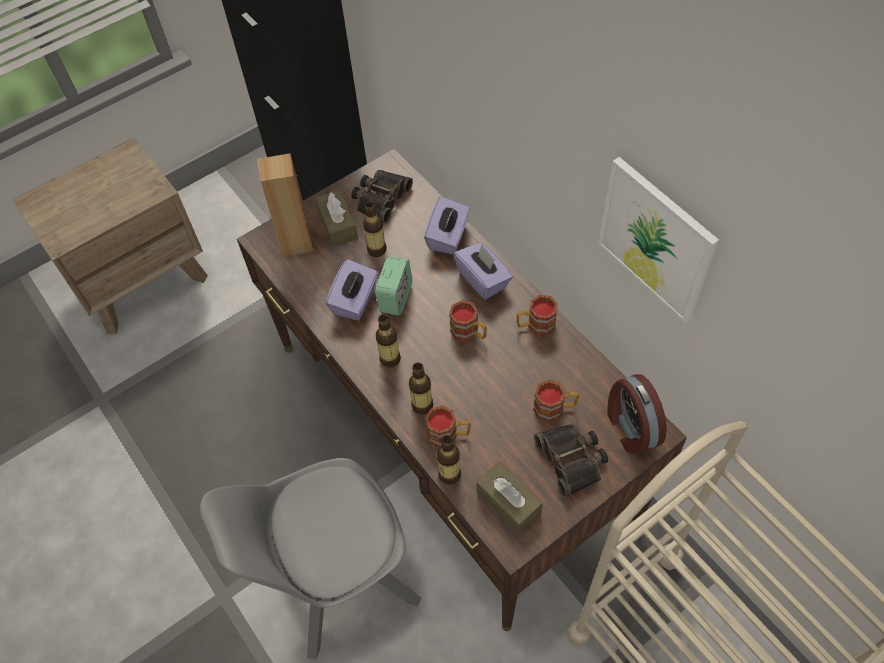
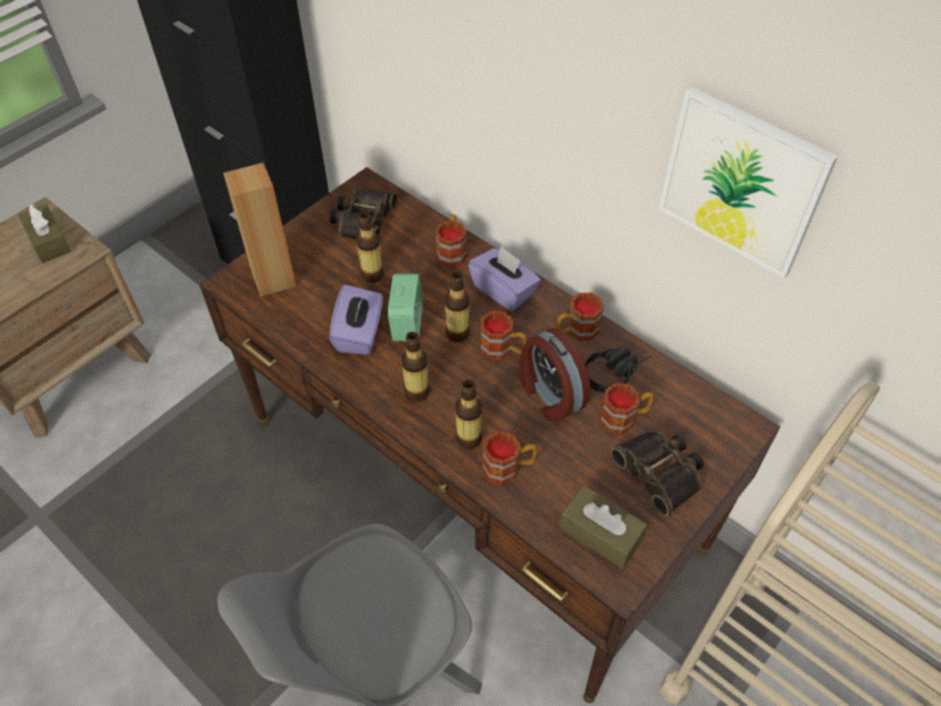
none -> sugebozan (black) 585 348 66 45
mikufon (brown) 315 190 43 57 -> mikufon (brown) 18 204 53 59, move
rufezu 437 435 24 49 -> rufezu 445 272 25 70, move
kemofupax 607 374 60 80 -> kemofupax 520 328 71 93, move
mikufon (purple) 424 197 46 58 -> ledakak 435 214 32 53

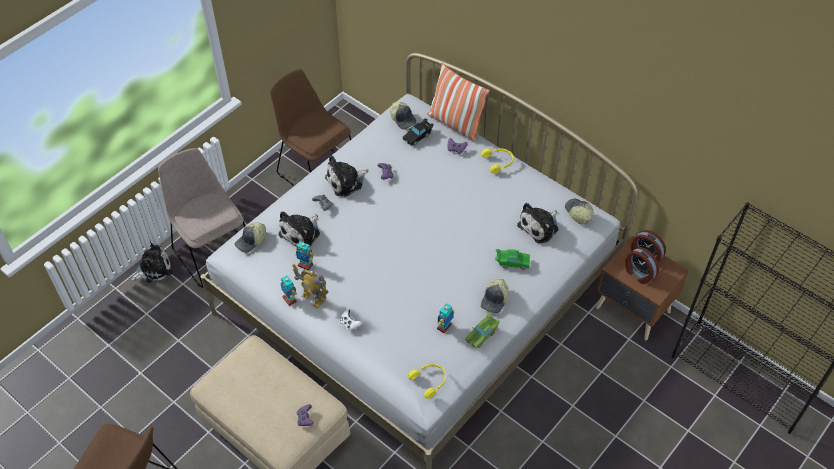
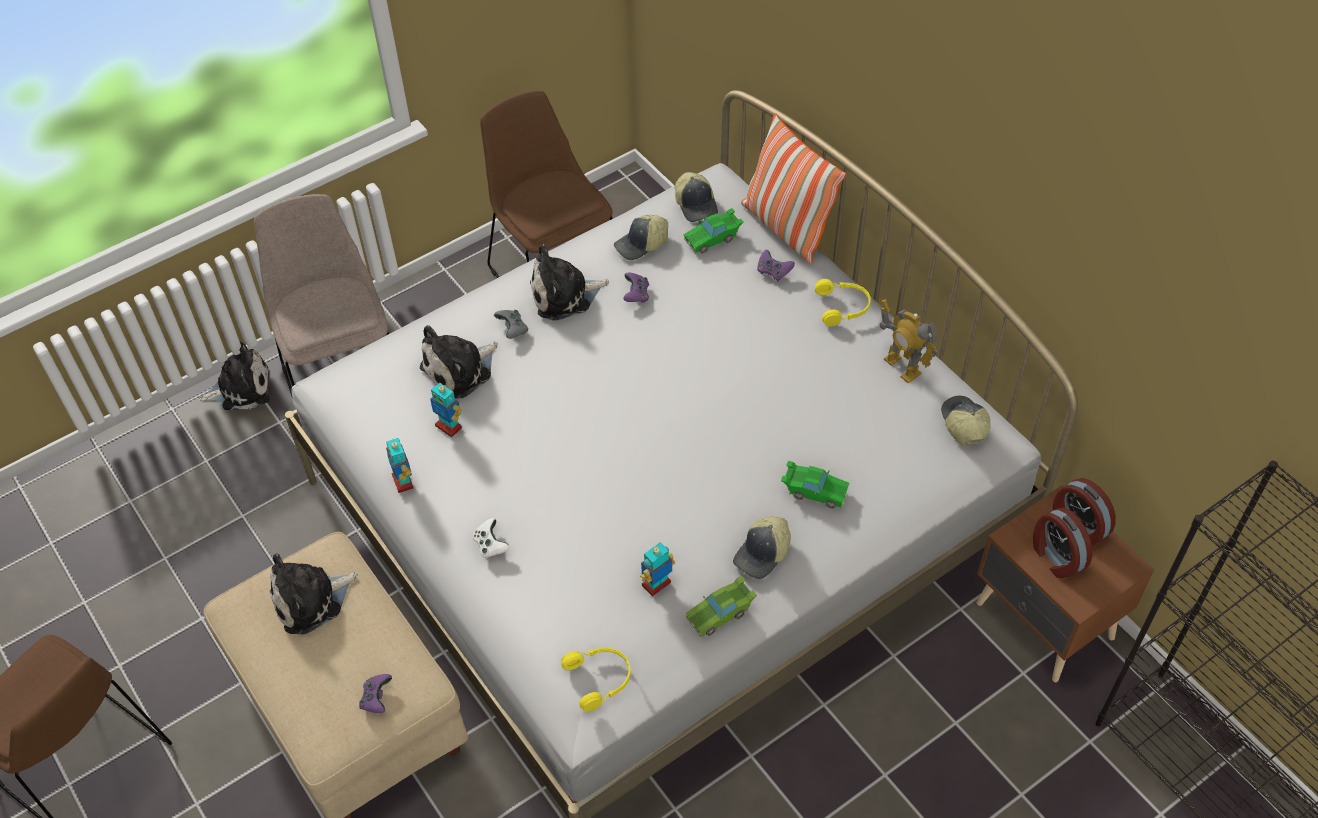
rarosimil 235 223 31 30 -> rarosimil 614 215 54 45, move
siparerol 292 264 37 45 -> siparerol 880 299 58 85, move
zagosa 517 203 41 40 -> zagosa 270 554 87 80, move
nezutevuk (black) 402 118 32 29 -> nezutevuk (green) 683 208 60 46

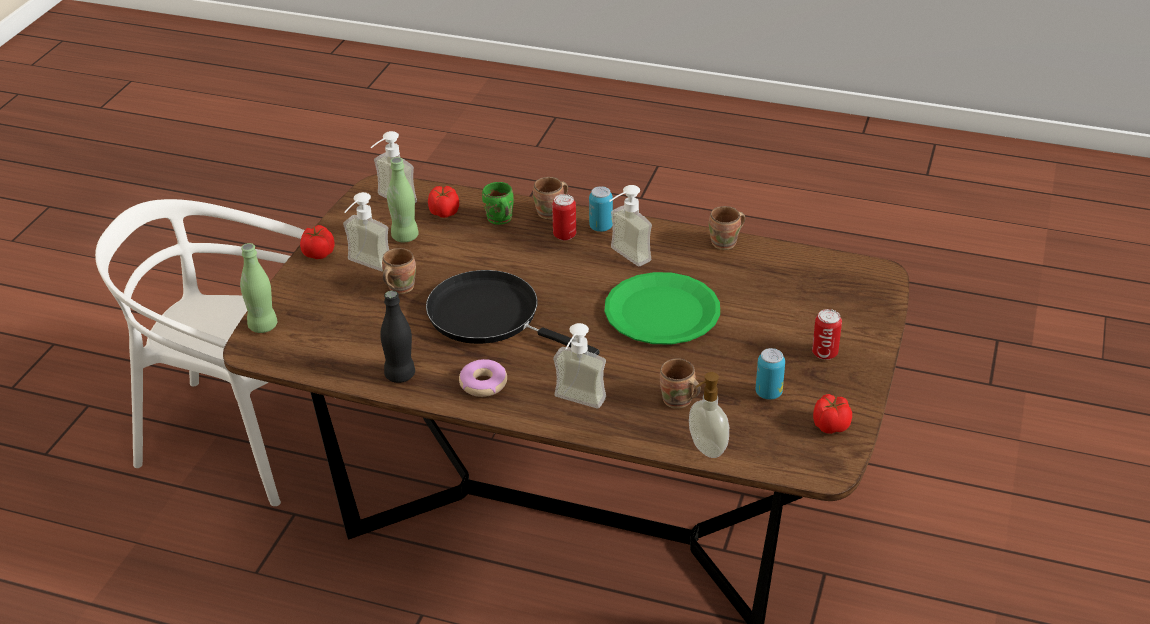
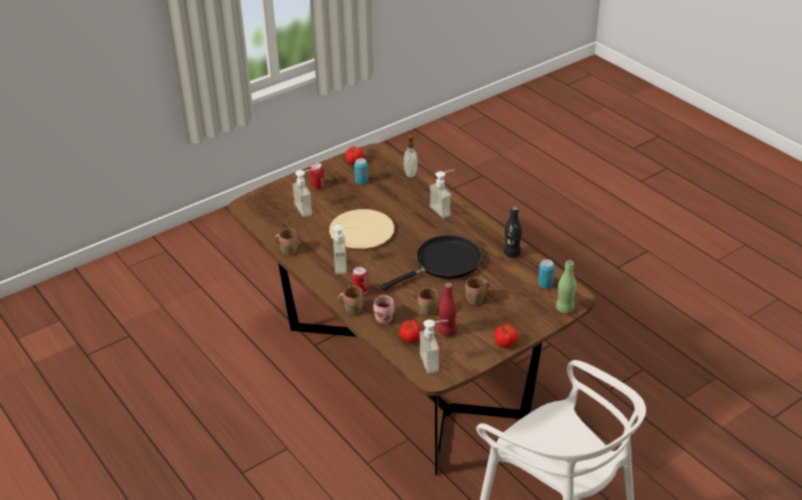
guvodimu 459 359 48 38 -> none
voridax 343 192 46 79 -> voridax 293 169 23 48, move
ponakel 589 186 24 46 -> ponakel 538 259 17 29, move
ledakak (brown) 660 358 41 51 -> ledakak (brown) 418 287 21 29, move
rufezu (green) 387 157 32 85 -> rufezu (red) 438 283 19 53
ledakak (green) 482 182 32 43 -> ledakak (pink) 373 295 21 29
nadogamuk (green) 605 272 115 73 -> nadogamuk (beige) 329 209 65 40
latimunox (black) 426 270 174 85 -> latimunox (black) 381 235 101 55, 105 degrees counterclockwise

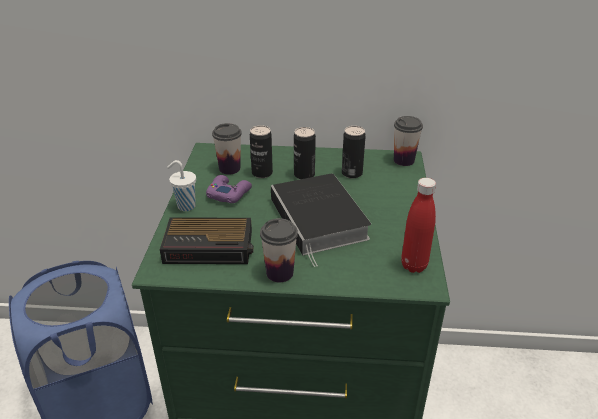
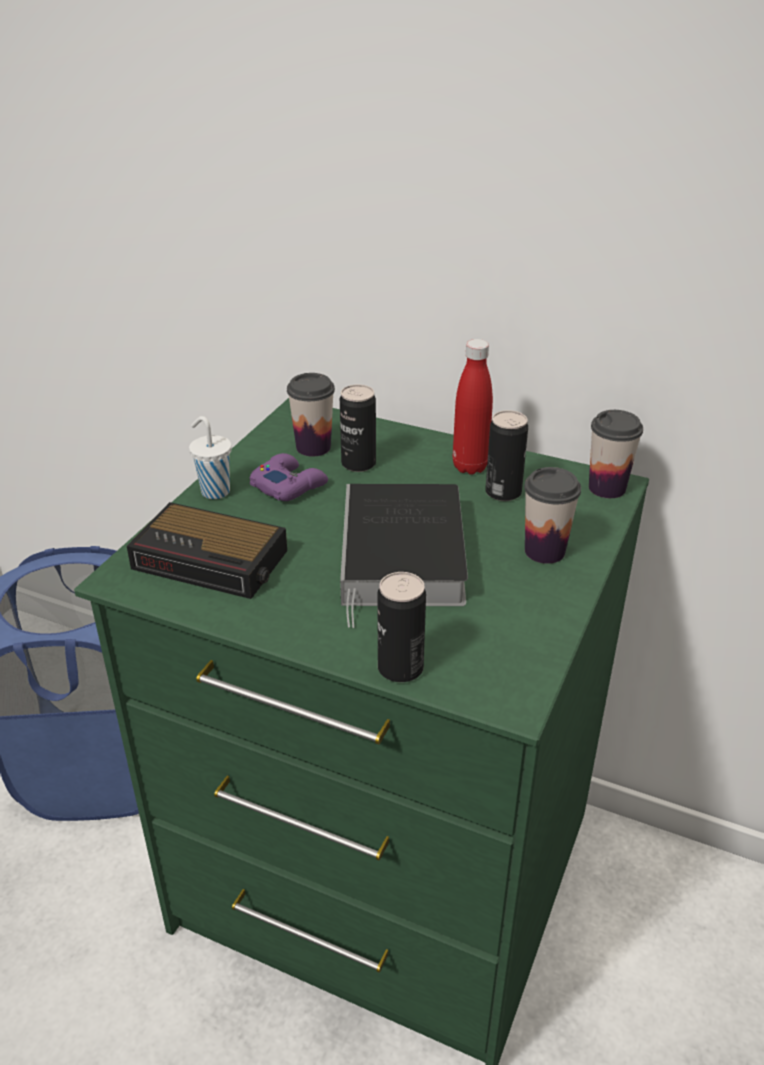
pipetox 260 218 38 64 -> pipetox 524 467 57 97, move
ponakel 294 127 22 52 -> ponakel 377 572 49 110, move
rufezu (red) 401 178 35 95 -> rufezu (red) 453 339 40 136, move

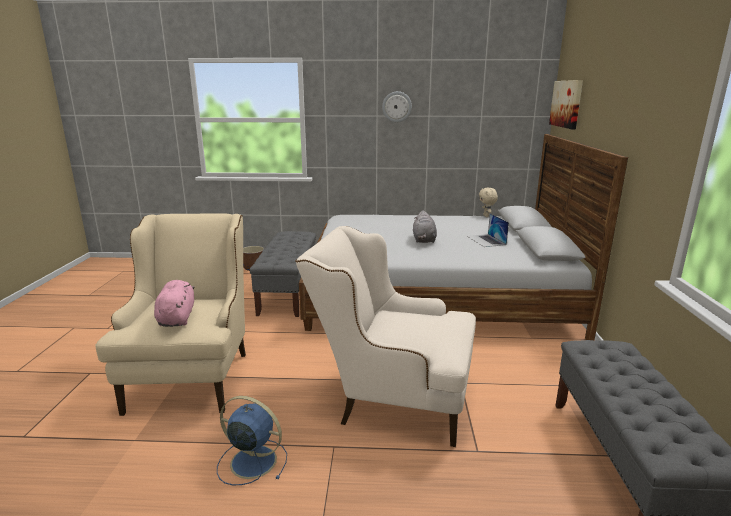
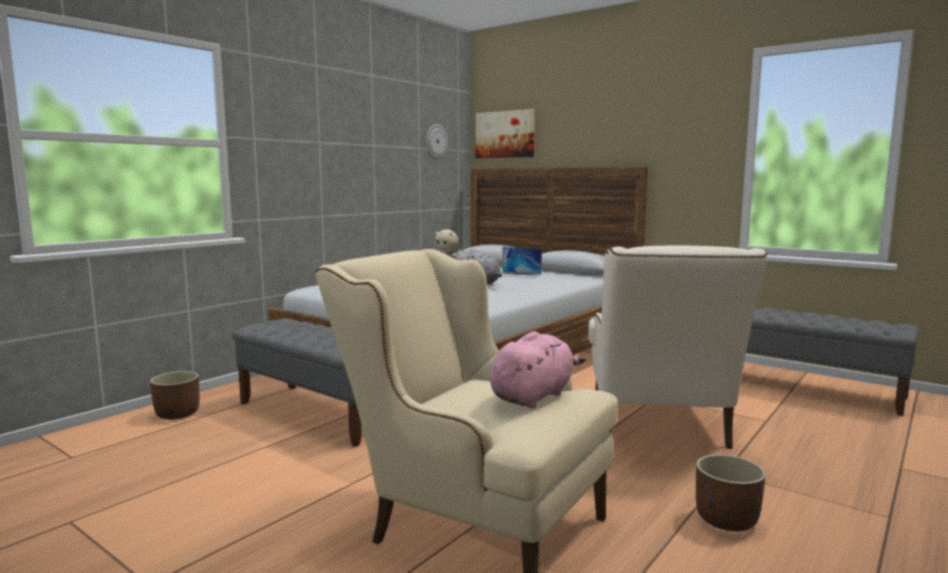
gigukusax 382 91 30 31 -> gigukusax 425 124 23 35, move
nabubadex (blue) 217 396 70 89 -> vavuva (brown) 696 454 70 77
zagosa (pink) 154 280 40 47 -> zagosa (pink) 490 331 96 77, 105 degrees clockwise
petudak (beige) 295 226 181 221 -> petudak (beige) 588 246 179 203, 45 degrees counterclockwise

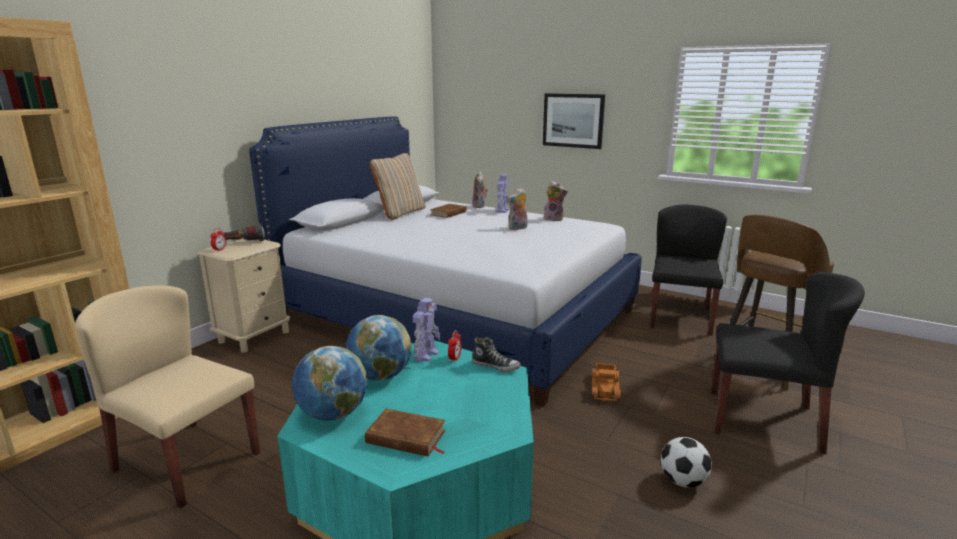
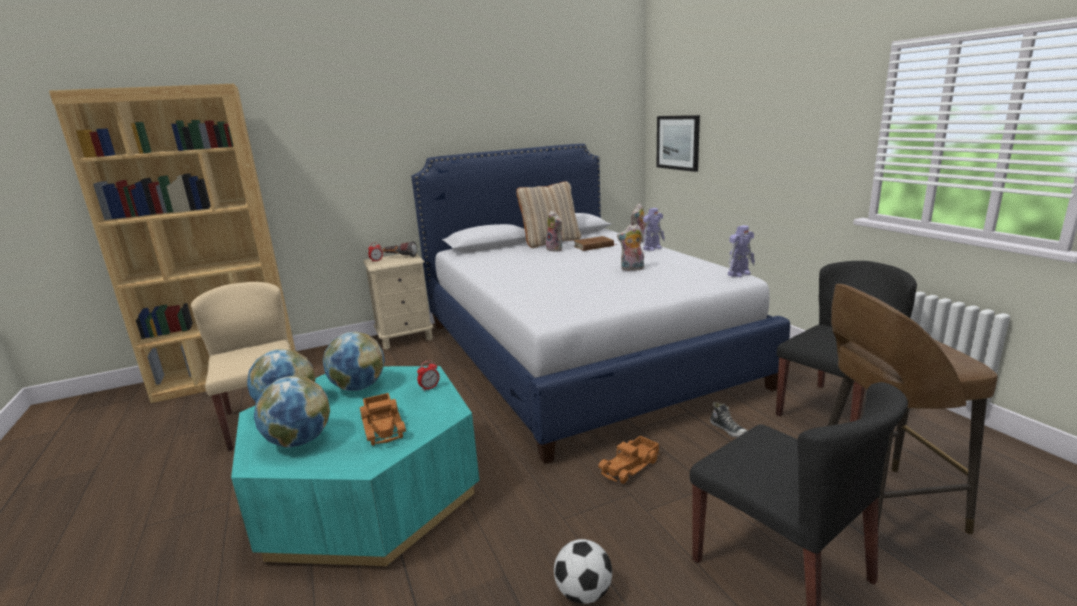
none -> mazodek 360 393 46 53
siparerol 413 298 27 64 -> siparerol 728 225 27 52, move
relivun 472 337 49 35 -> relivun 710 402 37 35, move
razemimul 543 93 62 56 -> razemimul 657 115 43 57, move
zagosa 544 181 24 40 -> zagosa 546 211 16 41, move
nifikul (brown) 365 409 80 48 -> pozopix 254 376 76 71

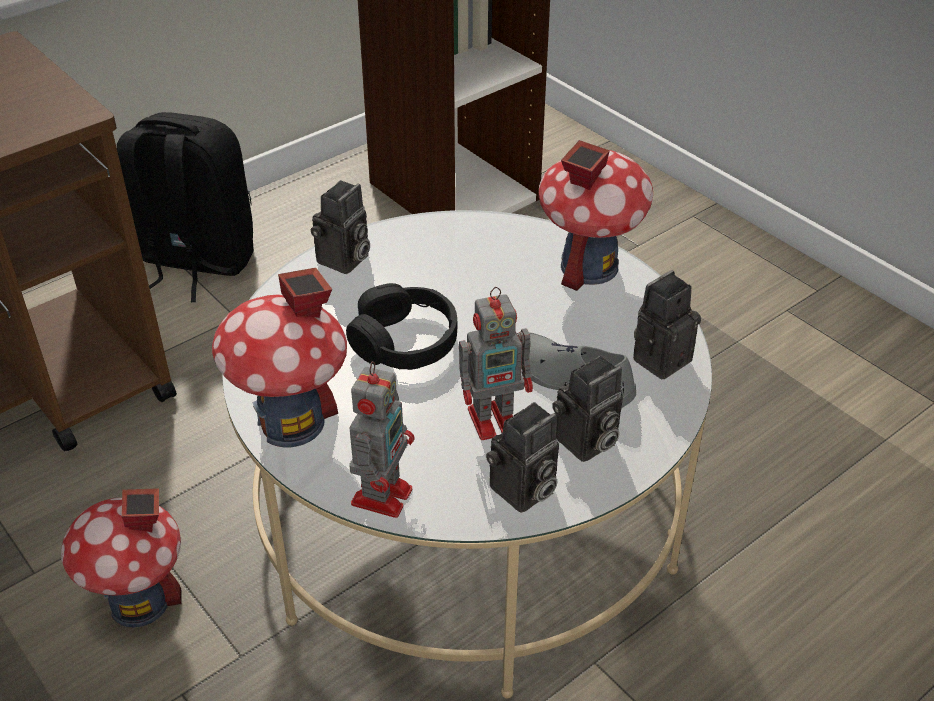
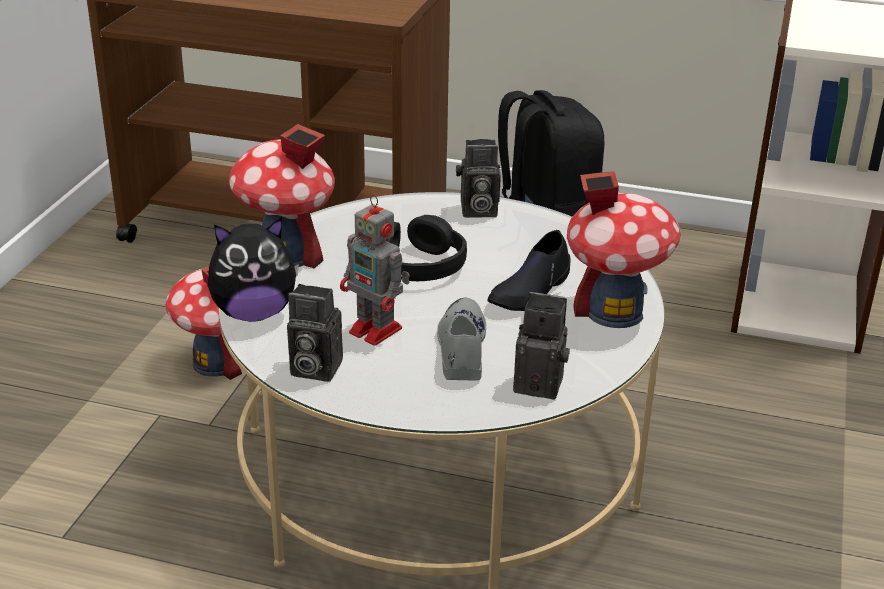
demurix 552 355 71 107 -> none
none -> relivun (black) 487 230 84 81
siparerol 349 361 66 157 -> zagosa 208 217 91 105

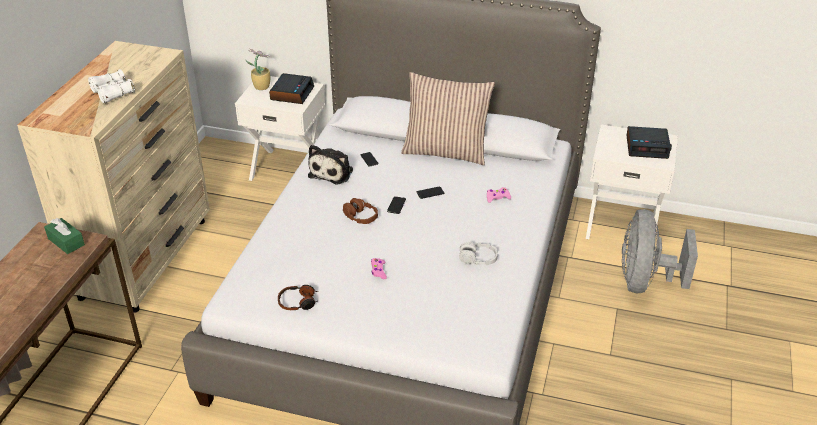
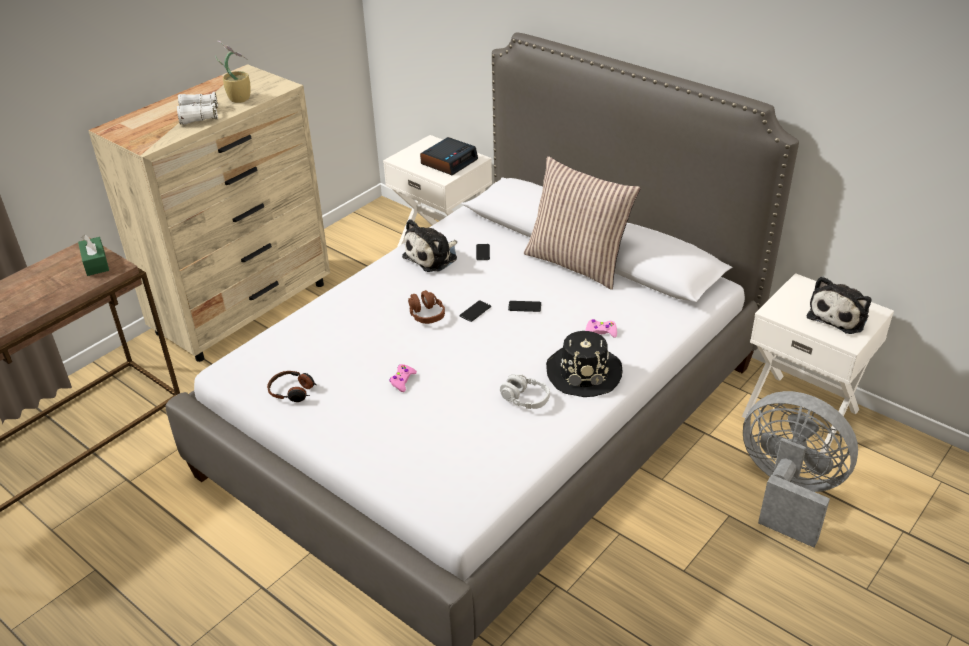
none -> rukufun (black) 546 331 76 66
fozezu 245 48 25 42 -> fozezu 215 41 36 62, move
kemofupax 626 126 46 33 -> zagosa 807 276 64 58
nabubadex (grey) 622 209 76 84 -> nabubadex (grey) 743 391 115 157, 90 degrees clockwise

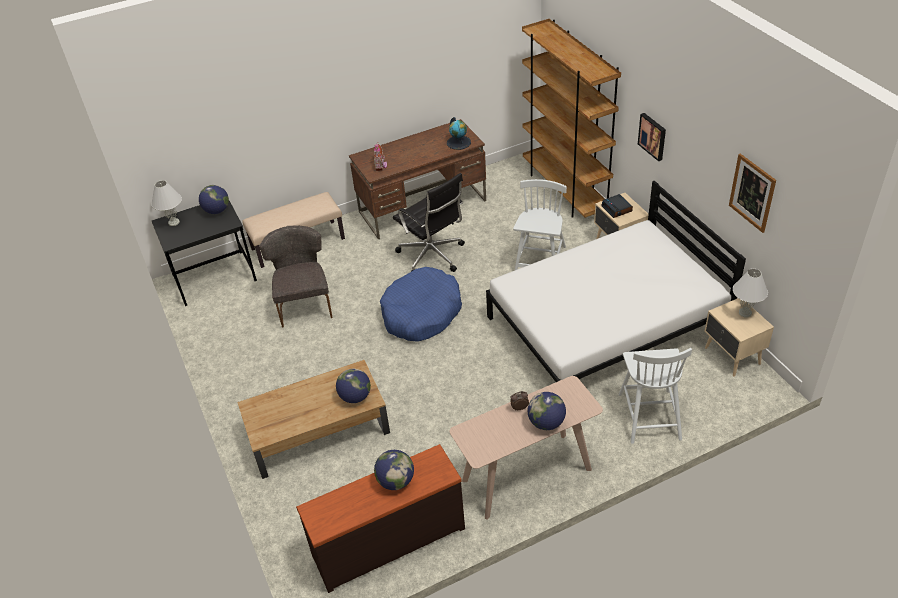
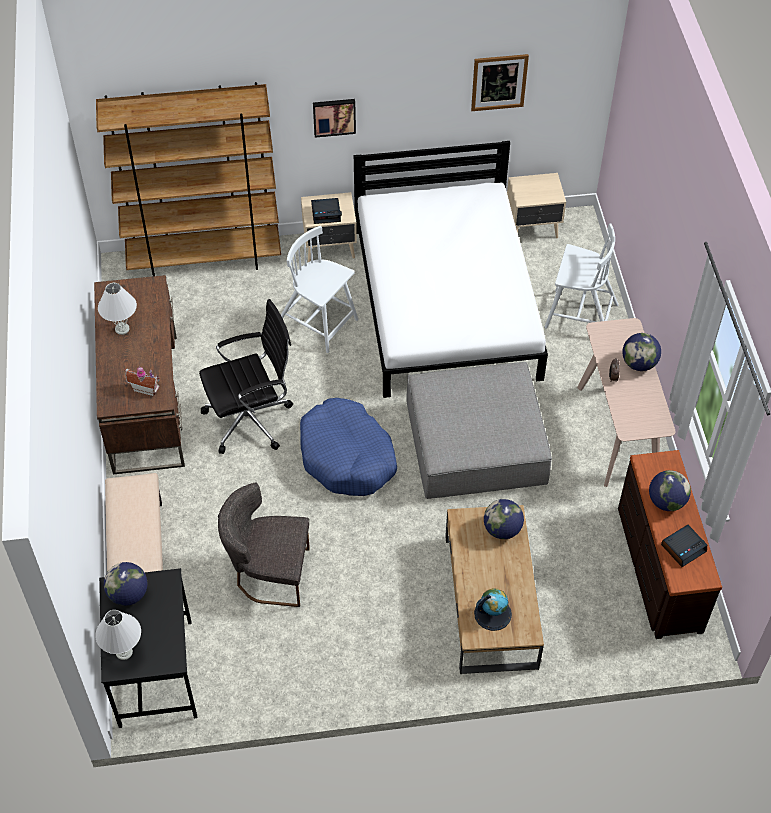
none -> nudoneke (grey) 406 362 146 137
none -> kemofupax 661 525 46 42
pozopix 447 117 24 33 -> pozopix 474 588 38 43, move
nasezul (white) 733 268 35 50 -> nasezul (white) 98 283 39 52, move

